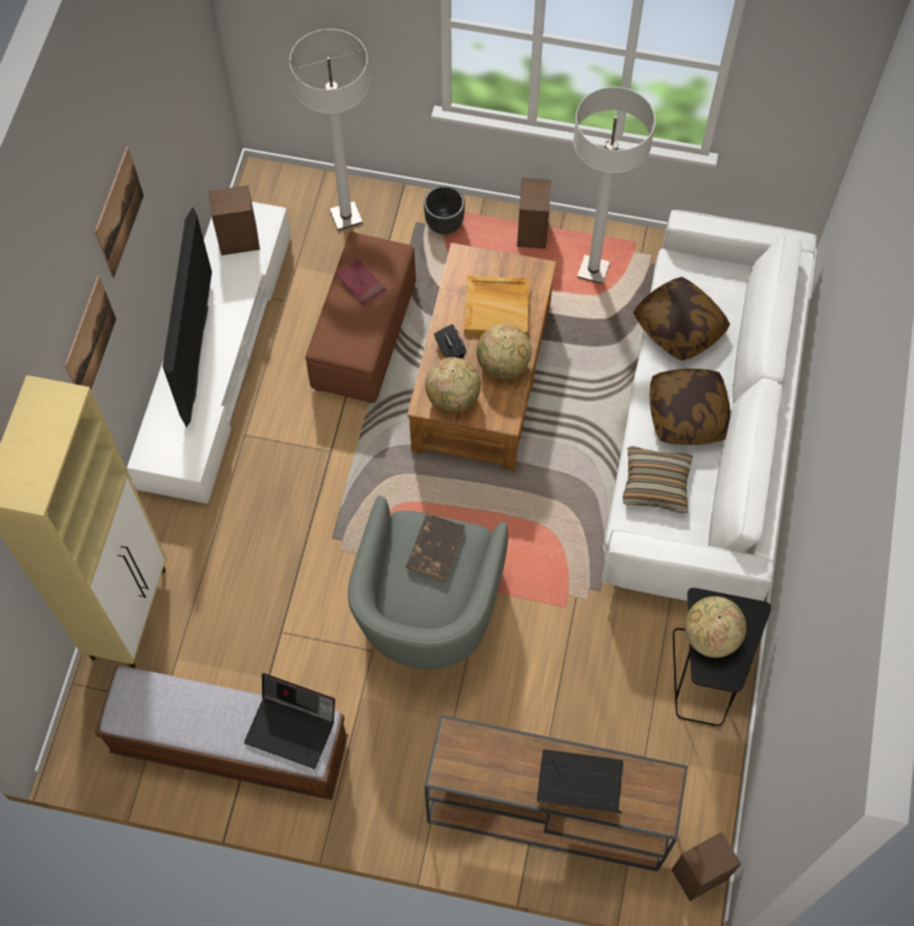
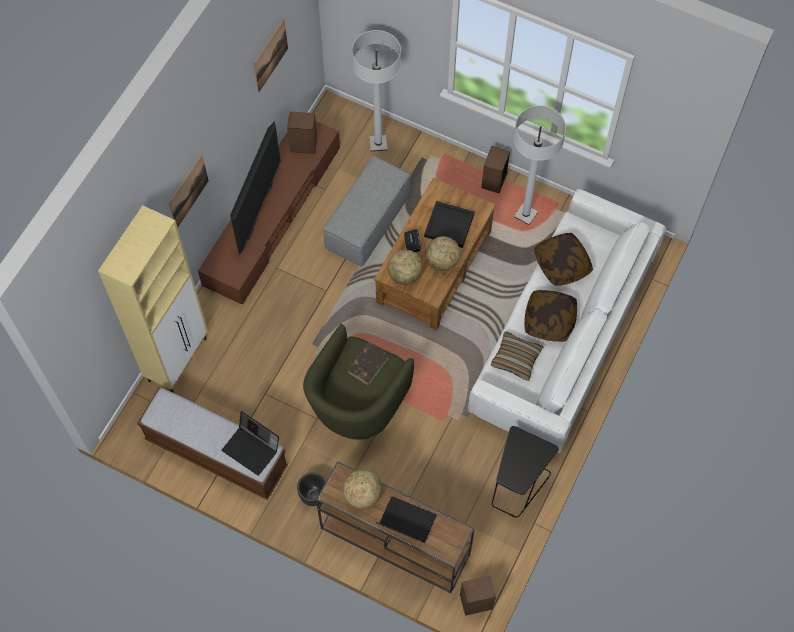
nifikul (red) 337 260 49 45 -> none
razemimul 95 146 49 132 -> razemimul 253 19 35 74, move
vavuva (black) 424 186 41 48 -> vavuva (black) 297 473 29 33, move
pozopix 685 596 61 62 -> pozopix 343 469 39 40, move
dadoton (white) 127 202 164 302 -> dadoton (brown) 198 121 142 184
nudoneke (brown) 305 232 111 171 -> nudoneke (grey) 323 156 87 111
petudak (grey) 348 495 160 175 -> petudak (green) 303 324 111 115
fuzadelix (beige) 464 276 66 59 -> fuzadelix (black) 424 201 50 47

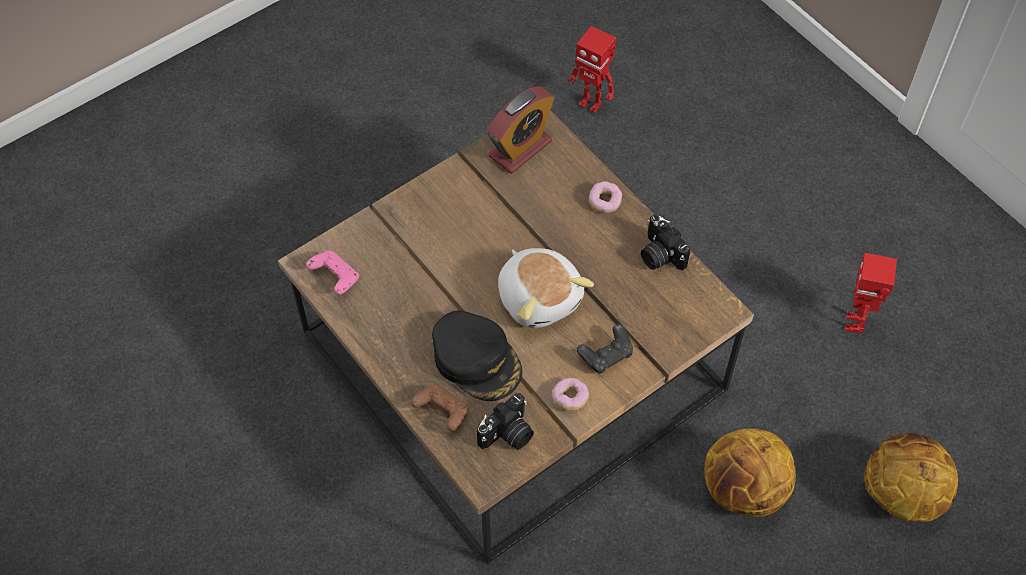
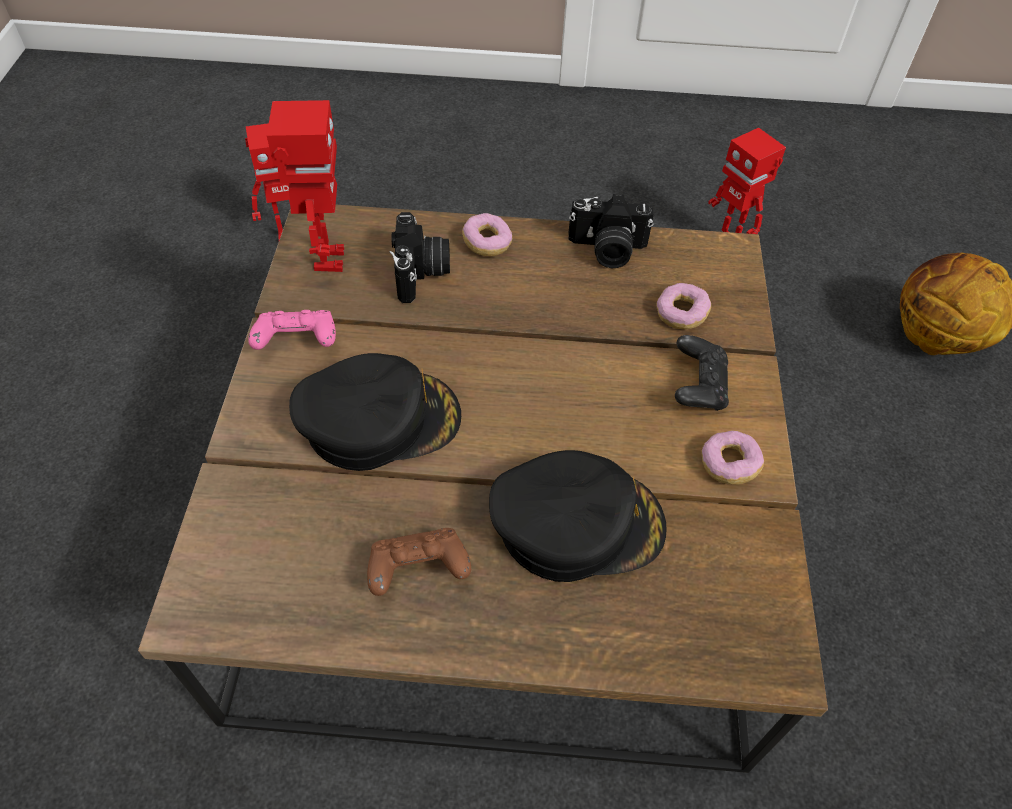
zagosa 498 248 96 80 -> none
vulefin 704 428 92 89 -> none
none -> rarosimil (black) 289 353 172 118
none -> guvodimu 657 283 54 47
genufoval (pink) 306 250 53 45 -> genufoval (pink) 248 310 88 40, move
genufoval (brown) 411 384 57 47 -> genufoval (brown) 367 528 104 68, move
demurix 477 393 57 57 -> demurix 389 212 61 91, move
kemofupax 487 87 67 87 -> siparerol 267 100 77 172

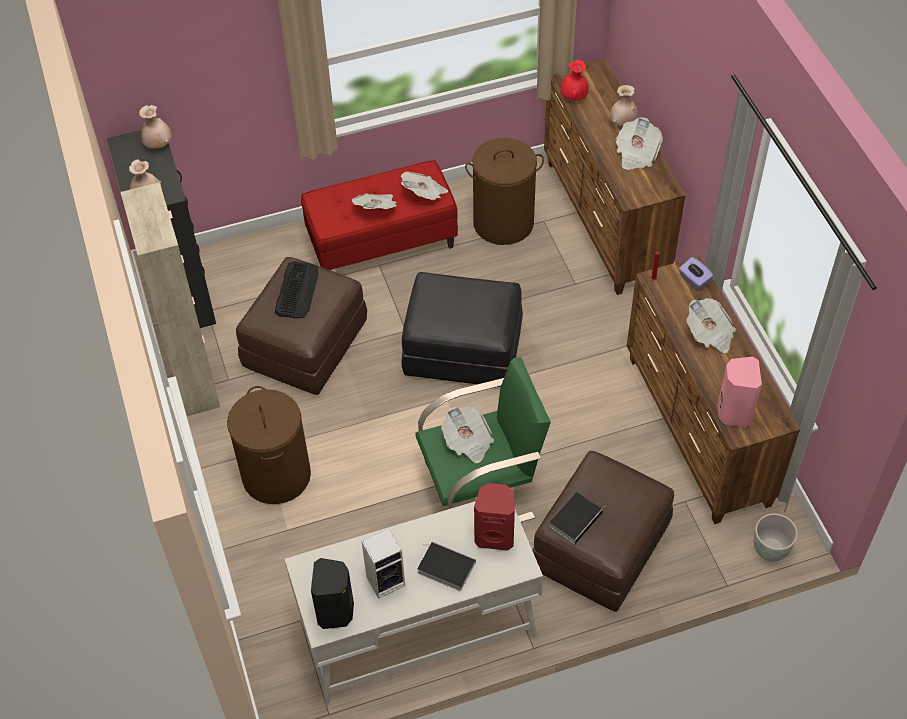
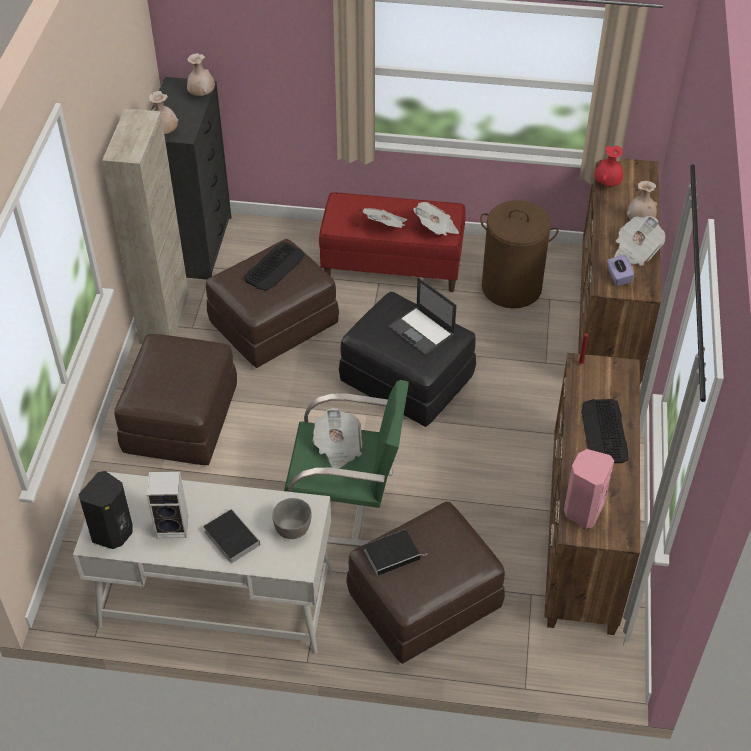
vavuva (grey) 754 513 44 49 -> none
none -> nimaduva 388 277 69 79
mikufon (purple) 679 257 35 34 -> mikufon (purple) 607 254 27 32, move
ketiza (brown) 227 386 84 118 -> nudoneke (brown) 115 334 122 131
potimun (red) 474 483 41 68 -> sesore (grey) 272 498 40 41
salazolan 686 298 50 55 -> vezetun 581 399 48 64

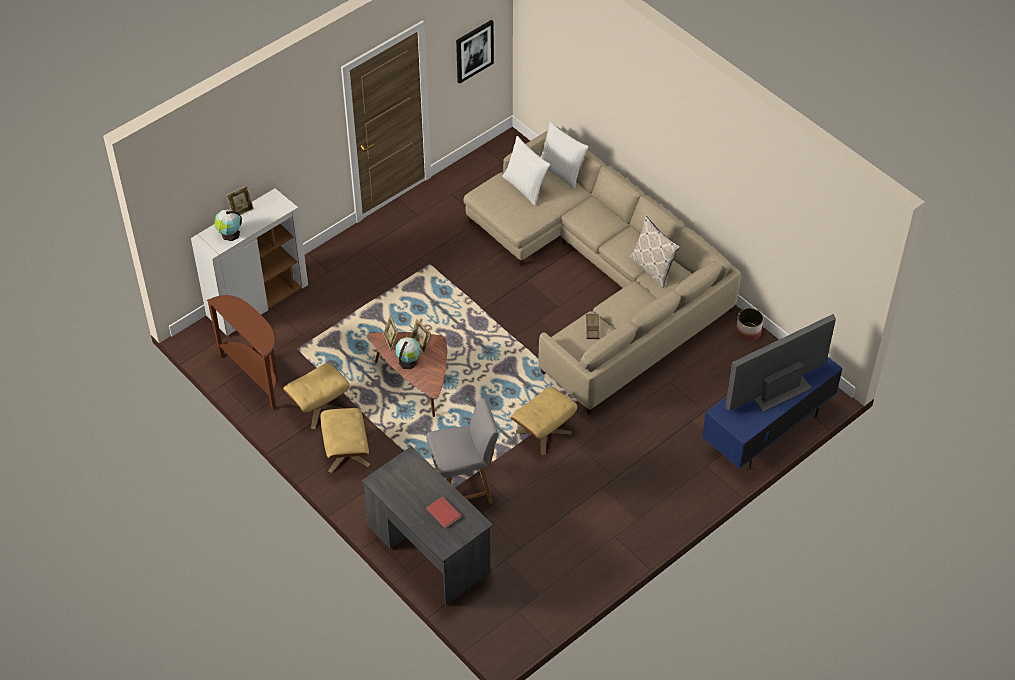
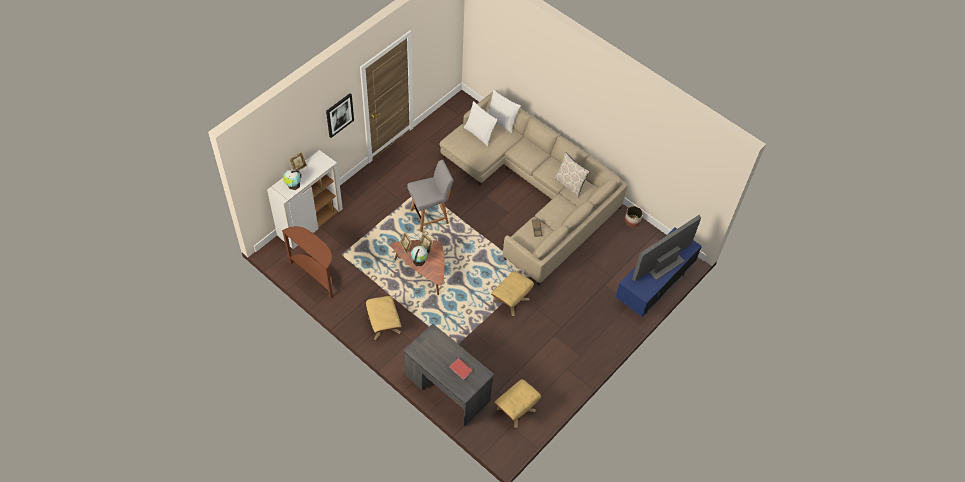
nudoneke (beige) 283 363 67 67 -> nudoneke (beige) 494 379 47 49, move
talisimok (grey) 426 398 73 106 -> talisimok (grey) 407 160 47 72, move
razemimul 456 20 38 64 -> razemimul 326 93 28 45, move

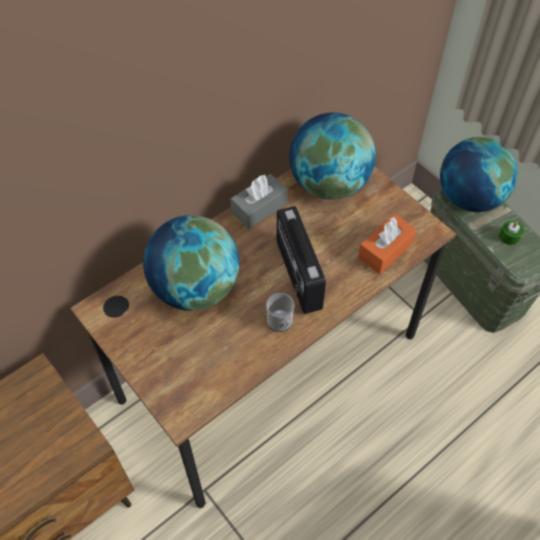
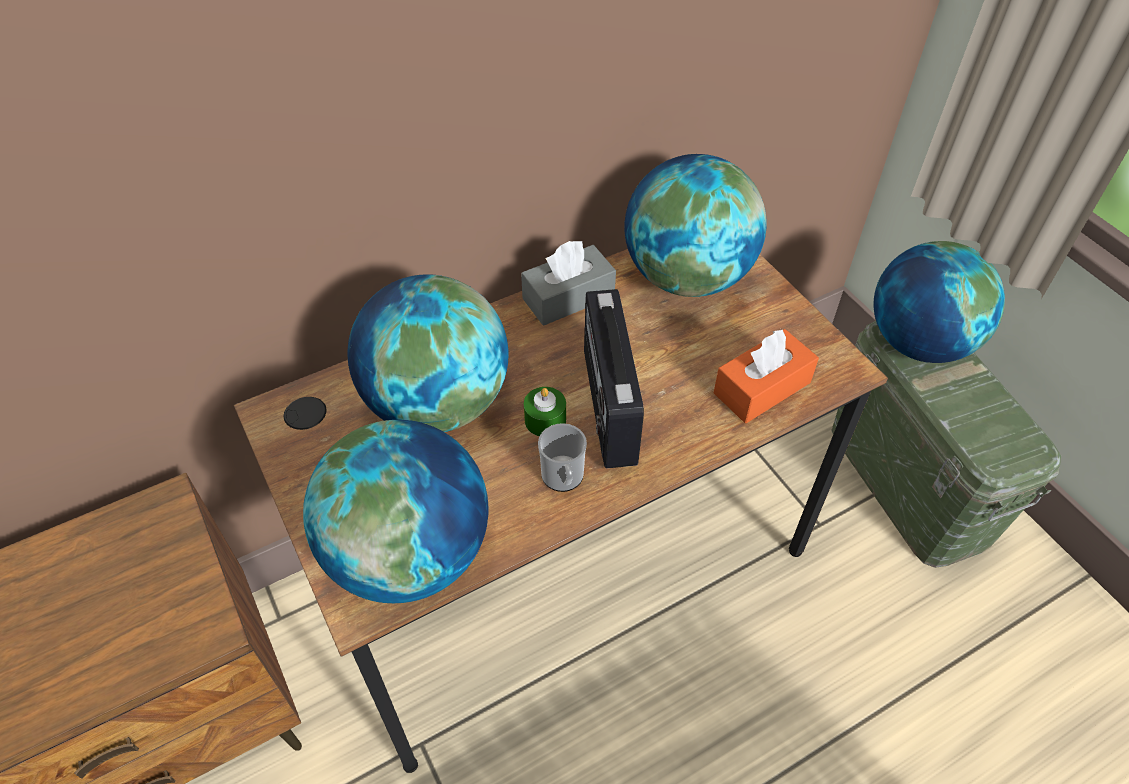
none -> pozopix 303 420 185 183
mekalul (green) 499 221 25 24 -> mekalul (green) 524 387 42 49, move

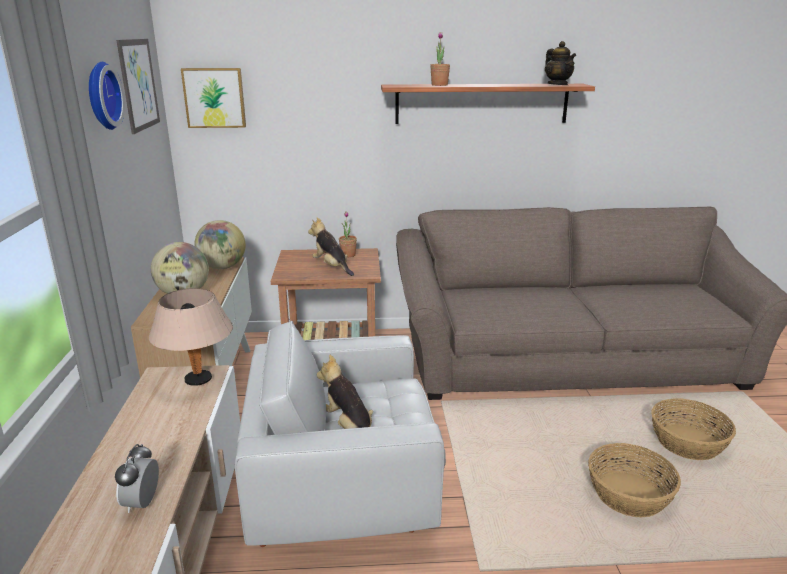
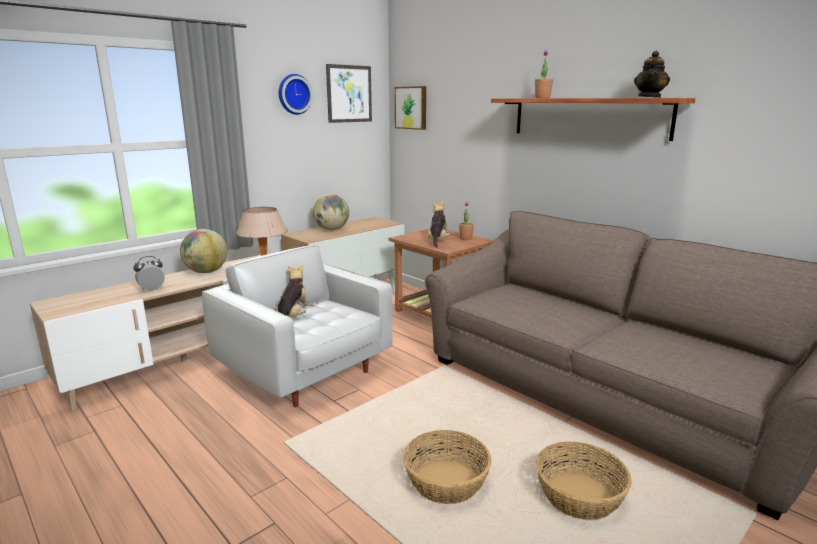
pozopix 194 220 52 49 -> pozopix 180 229 47 44, move

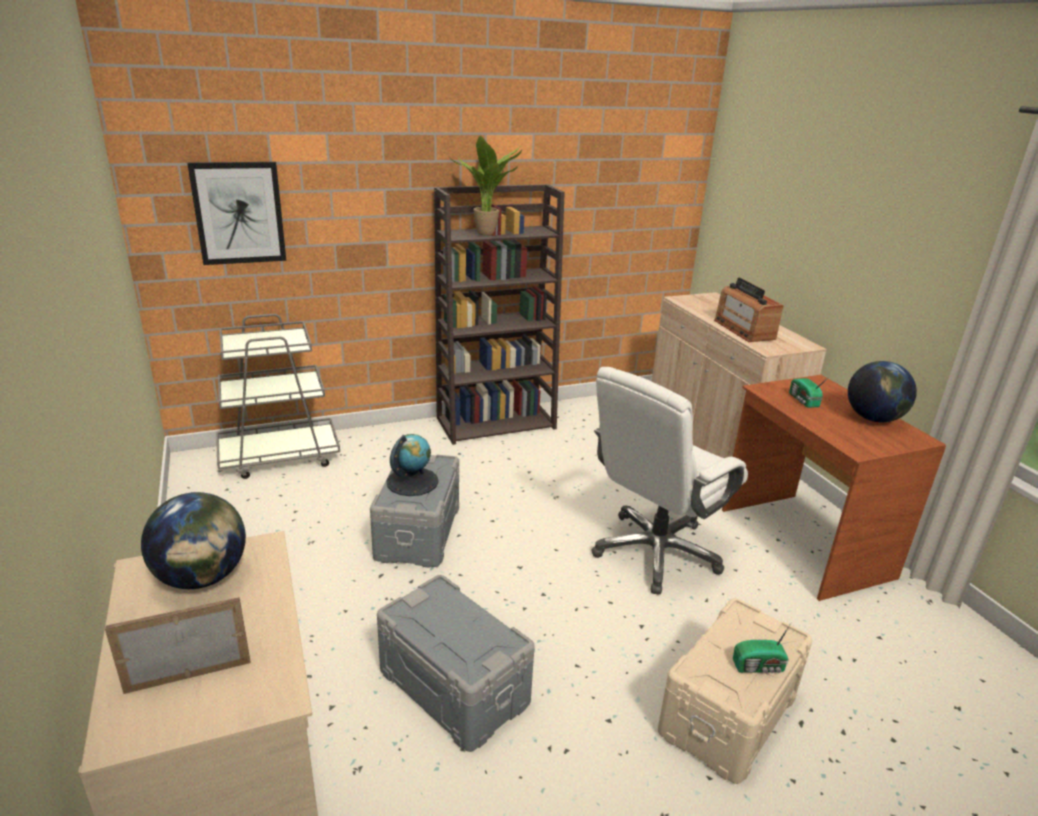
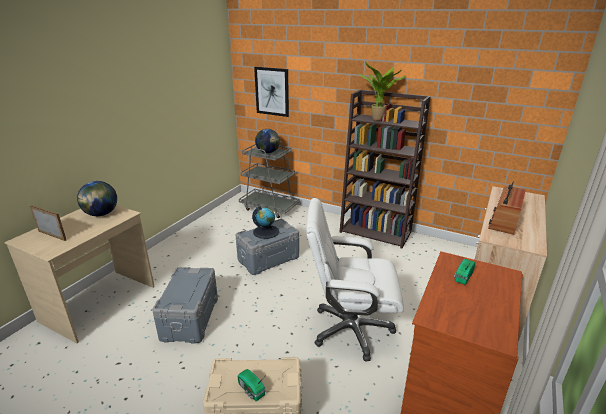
pozopix 848 361 69 61 -> pozopix 255 129 25 24, move

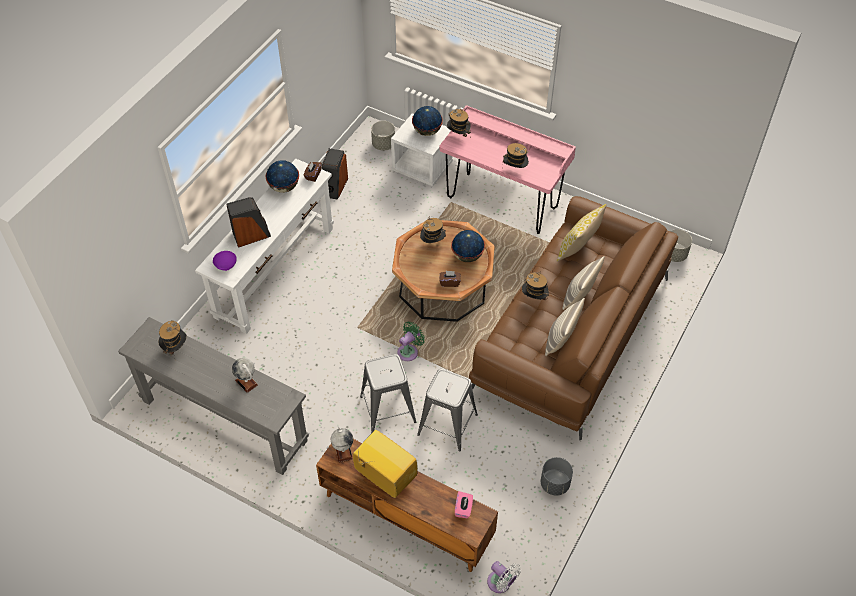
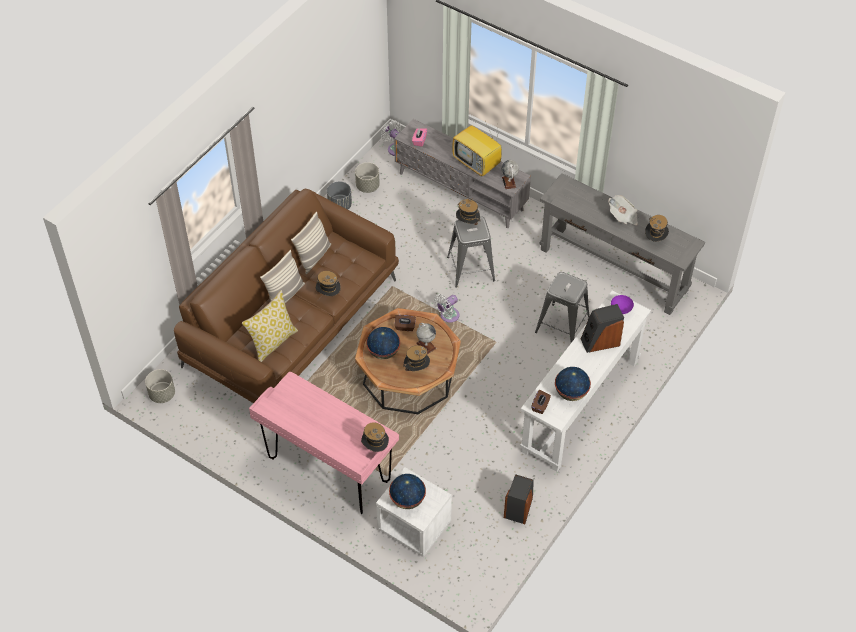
none -> salazolan 608 195 30 30
pozopix 232 358 26 35 -> pozopix 416 323 20 31, move
vavuva (grey) 371 121 24 30 -> vavuva (grey) 355 162 25 31, move
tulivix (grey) 417 369 61 83 -> tulivix (grey) 535 272 55 71, move
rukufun 502 143 27 26 -> rukufun 456 198 25 27, move
dadoton (brown) 316 439 182 133 -> dadoton (grey) 394 119 137 109
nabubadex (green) 397 322 28 39 -> nabubadex (white) 434 294 25 29

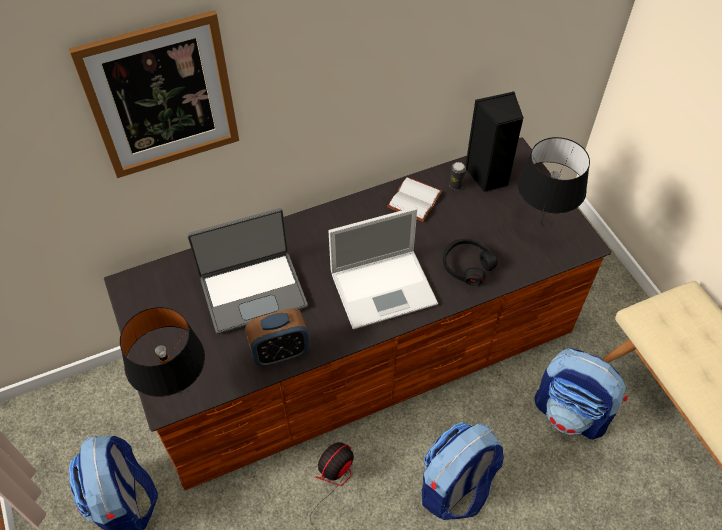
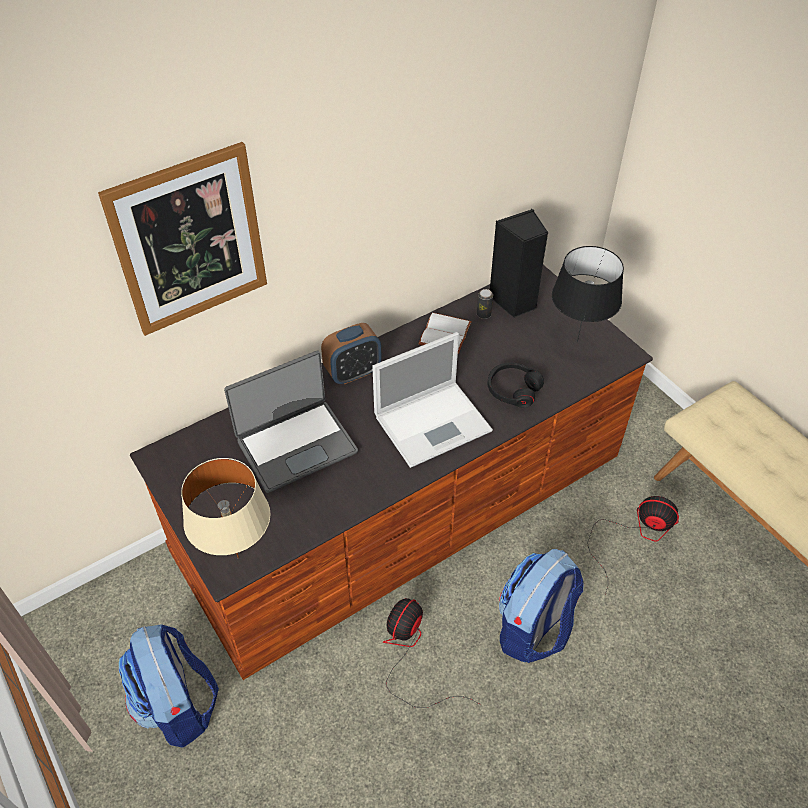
kemofupax 245 308 65 58 -> kemofupax 321 323 61 62, move
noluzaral 534 348 94 92 -> nabubadex 587 496 92 98
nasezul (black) 120 307 85 90 -> nasezul (beige) 181 458 90 101

